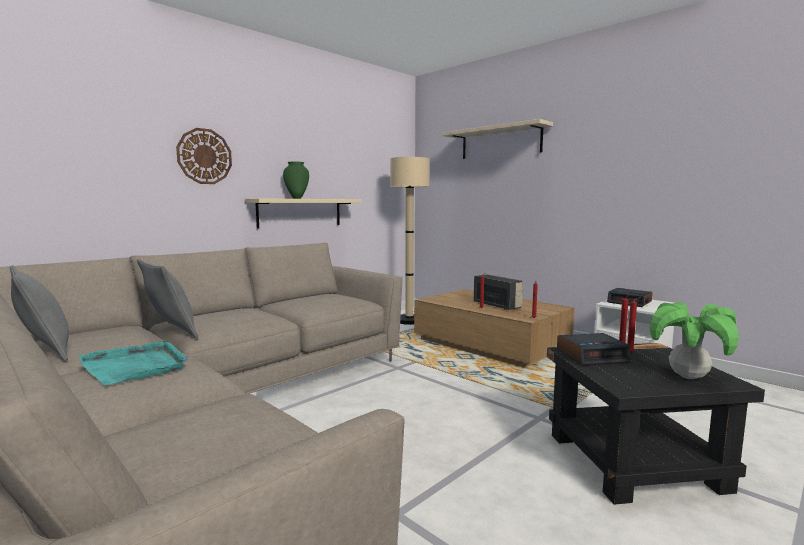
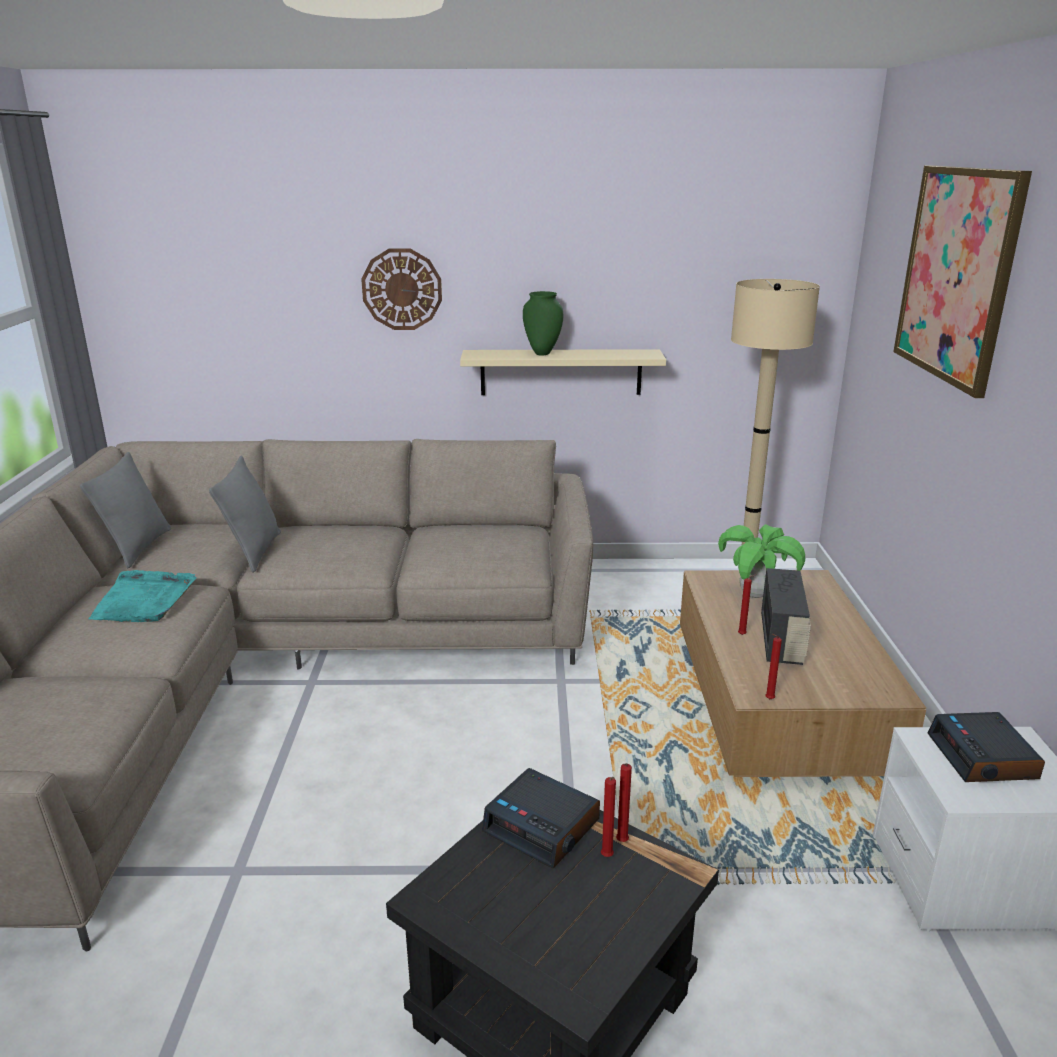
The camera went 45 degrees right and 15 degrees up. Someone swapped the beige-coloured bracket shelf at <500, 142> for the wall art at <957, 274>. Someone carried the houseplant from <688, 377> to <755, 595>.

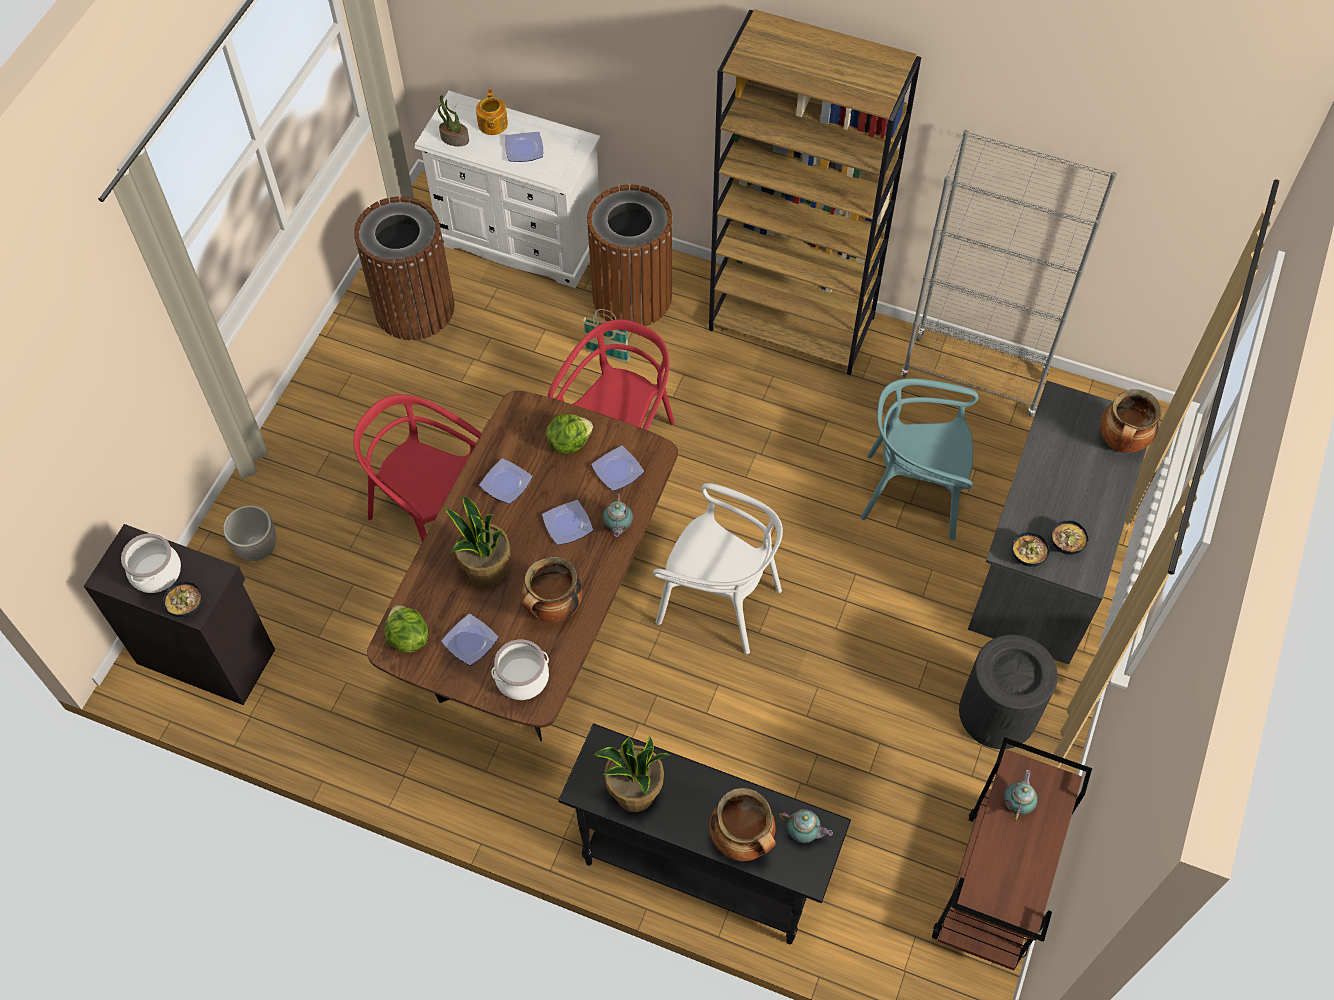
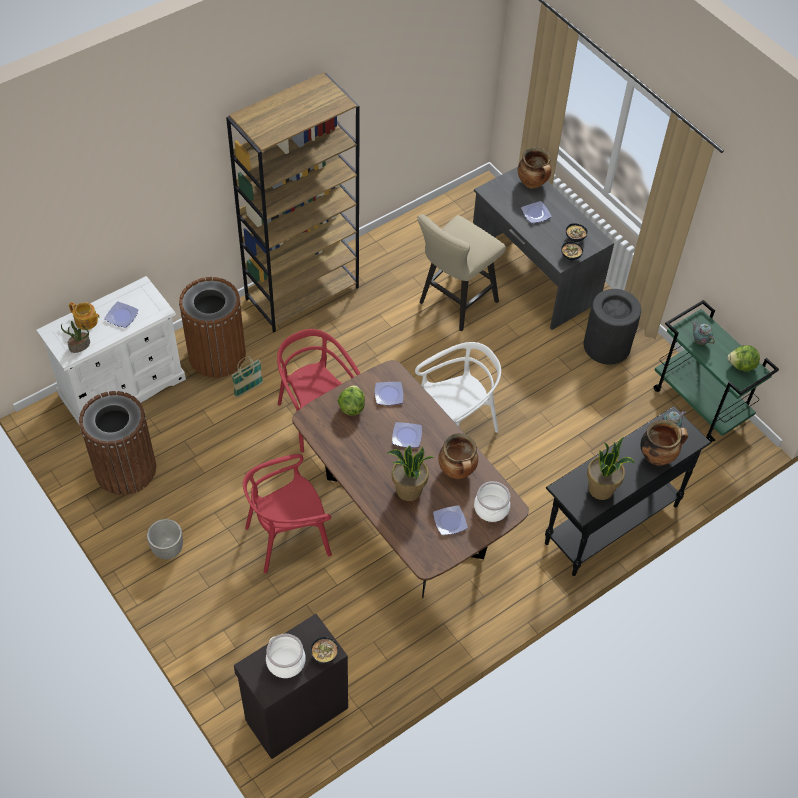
The camera went 60 degrees left and 5 degrees down. Someone took away the grey bookshelf at <974, 376>. Someone swapped the turquoise-coloured chair at <913, 492> for the beige-coloured sitting stool at <454, 304>. Someone carried the flat dish from <506, 482> to <535, 214>. Someone took away the tea pot at <618, 527>. Someone carried the flower pot from <257, 548> to <167, 550>. Someone carried the lettuce head from <408, 638> to <741, 366>. Someone repainted the brownish cart at <993, 890>, which became the greenish cart at <700, 404>.

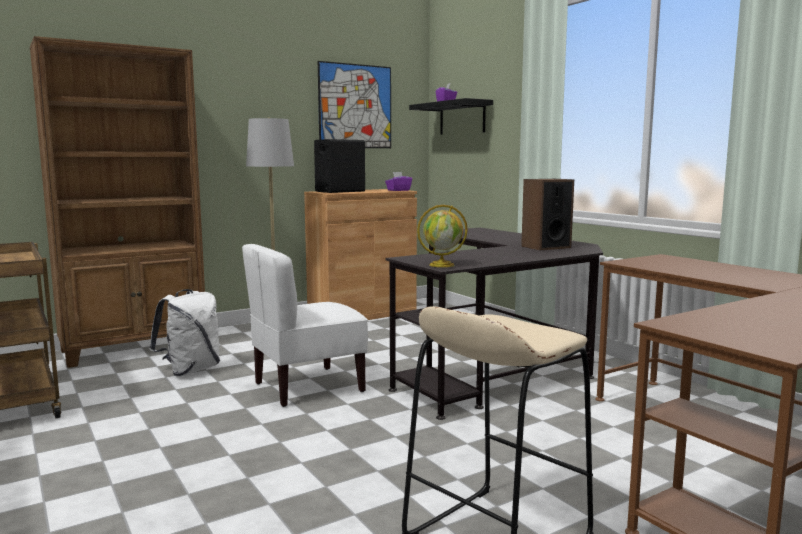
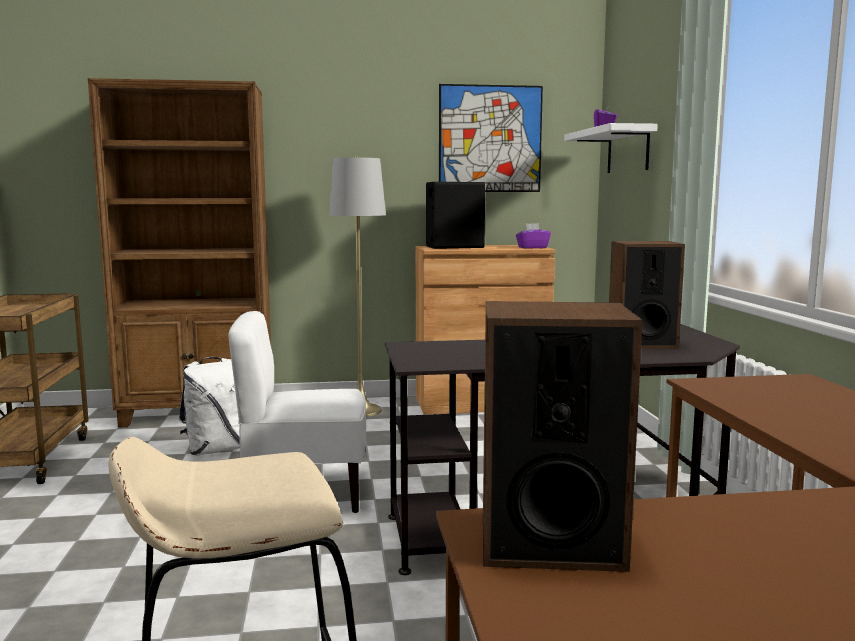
The camera went 25 degrees right and 0 degrees up. Someone repainted the blackish bracket shelf at <462, 118>, which became the white bracket shelf at <628, 150>. Someone took away the globe at <442, 265>. Someone put down the audio speaker at <549, 542>.

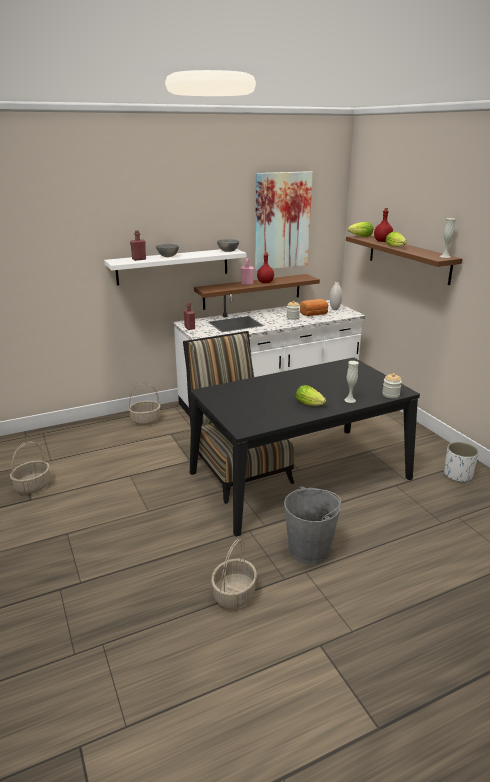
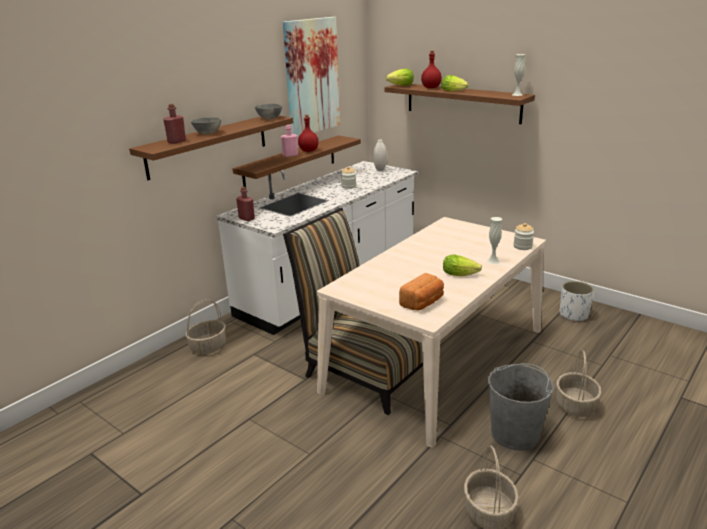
The camera went 25 degrees left and 0 degrees up. Someone repainted the white bracket shelf at <173, 266>, which became the brownish bracket shelf at <208, 145>. Someone carried the baked bread from <314, 314> to <423, 303>. Someone repainted the blackish dinner table at <300, 475>, which became the beige-coloured dinner table at <436, 359>. Someone carried the basket from <33, 486> to <575, 405>.

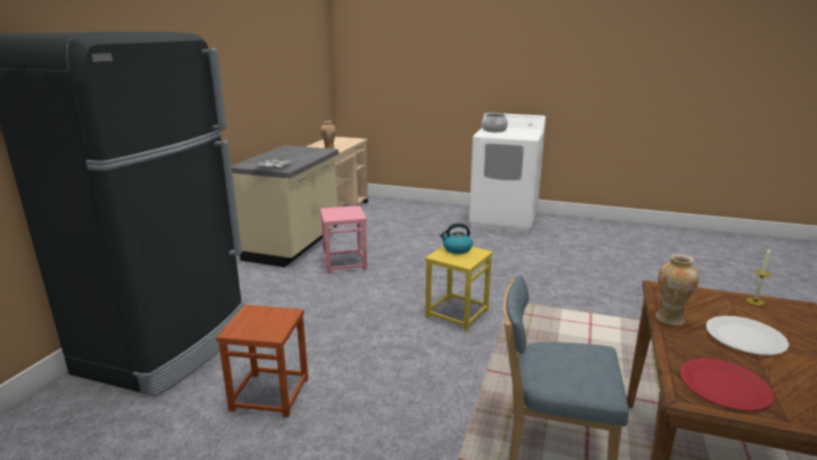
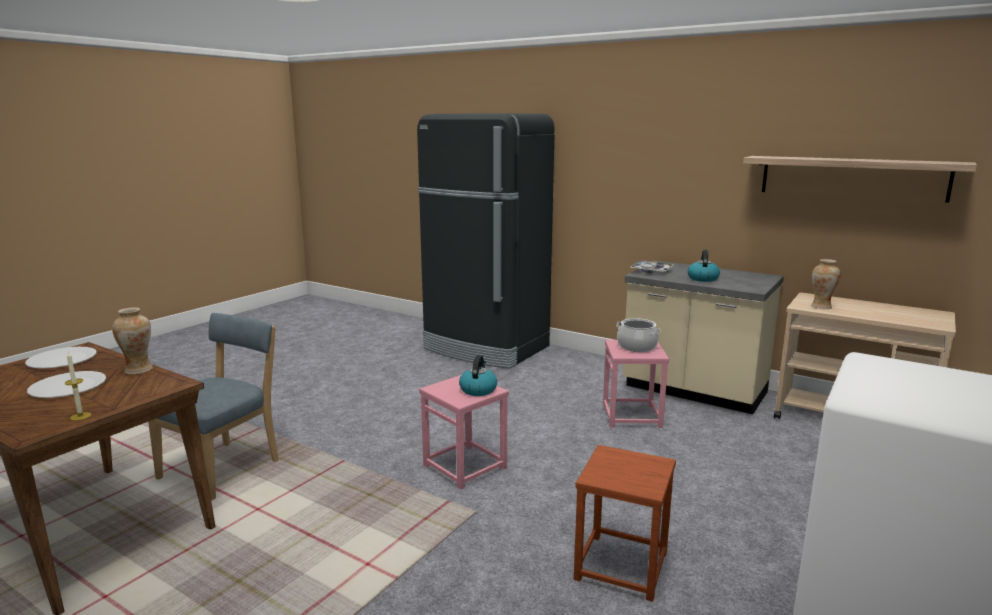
The camera went 105 degrees right and 5 degrees down. Someone carried the saucepot from <494, 130> to <636, 347>. Someone repainted the yellow sitting stool at <456, 313>, which became the pink sitting stool at <465, 466>. Someone carried the brownish sitting stool from <270, 394> to <622, 566>. Someone repainted the reddish flat dish at <724, 386>, which became the white flat dish at <62, 360>. Someone put up the bracket shelf at <852, 177>. Someone put down the tea kettle at <702, 278>.

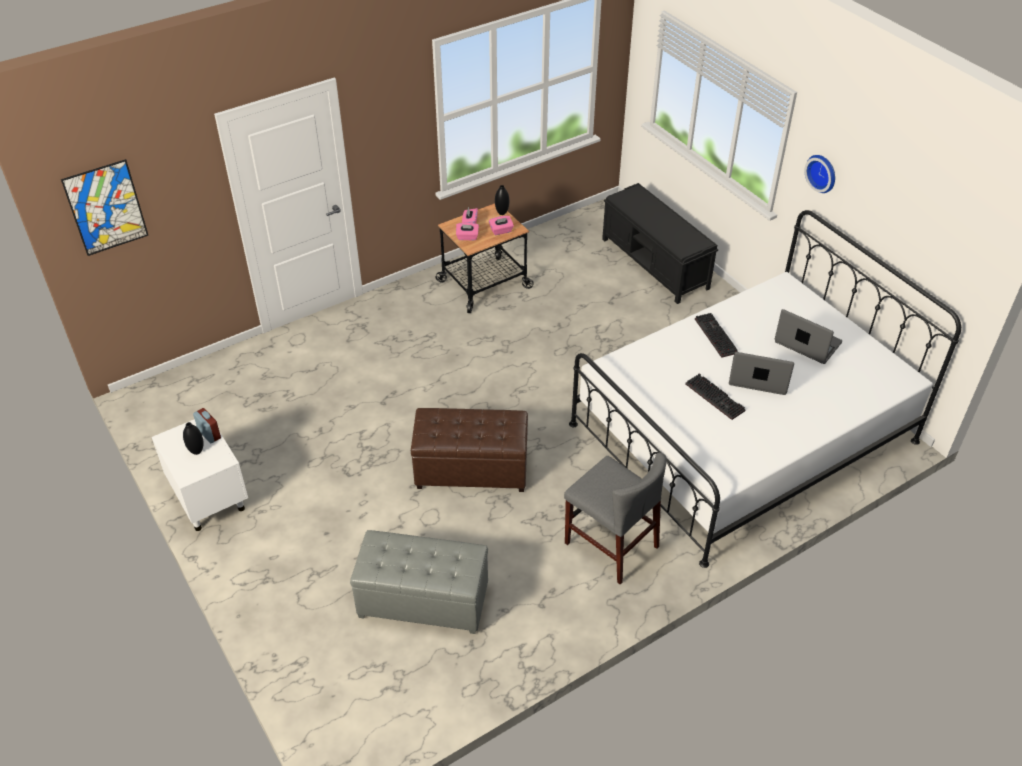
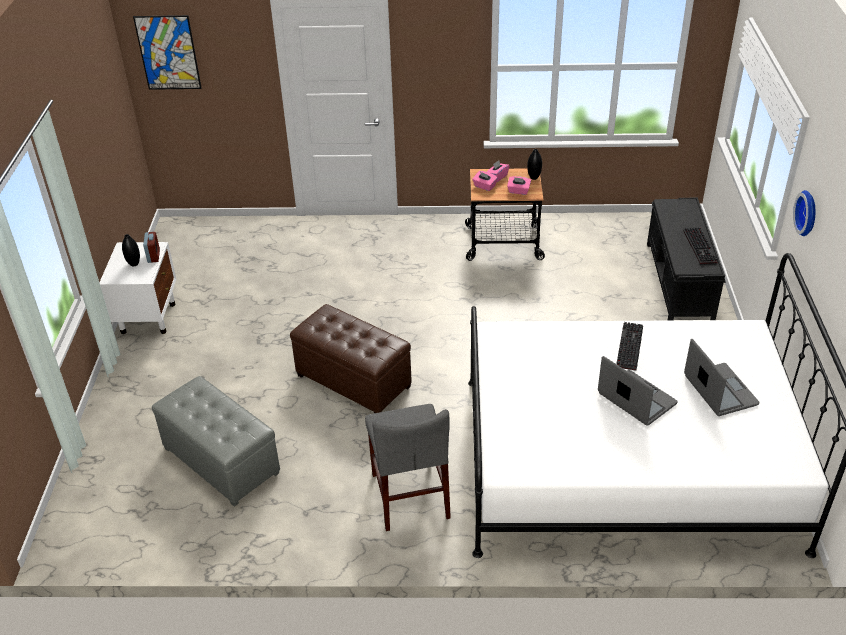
The camera went 35 degrees right and 5 degrees down. Someone carried the PC keyboard from <716, 397> to <701, 247>.

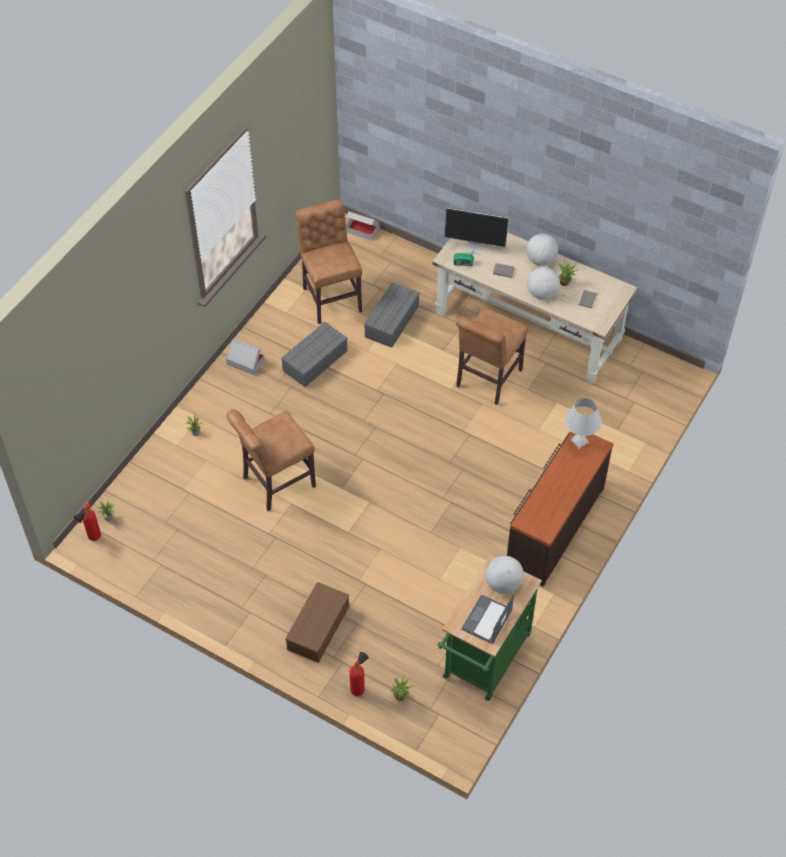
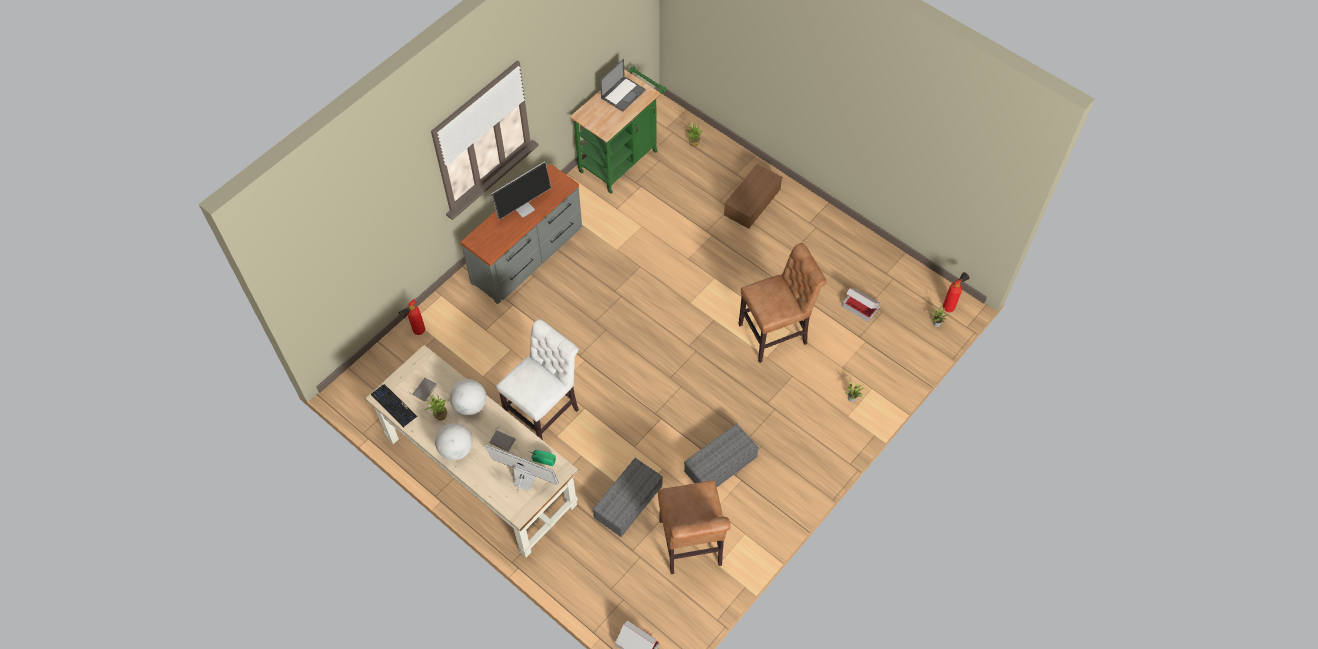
The camera went 170 degrees left and 5 degrees up. Someone repainted the brownish chair at <487, 380>, which became the white chair at <545, 412>. Someone carried the packing box from <245, 362> to <860, 307>. Someone took away the white lamp for a table at <579, 441>. Someone repainted the brownish drawer chest at <554, 526>, which became the grey drawer chest at <528, 255>. Someone took away the globe at <503, 584>. Someone carried the fire extinguisher from <359, 688> to <417, 332>. Someone put down the monitor at <524, 208>. Someone put down the PC keyboard at <394, 406>.

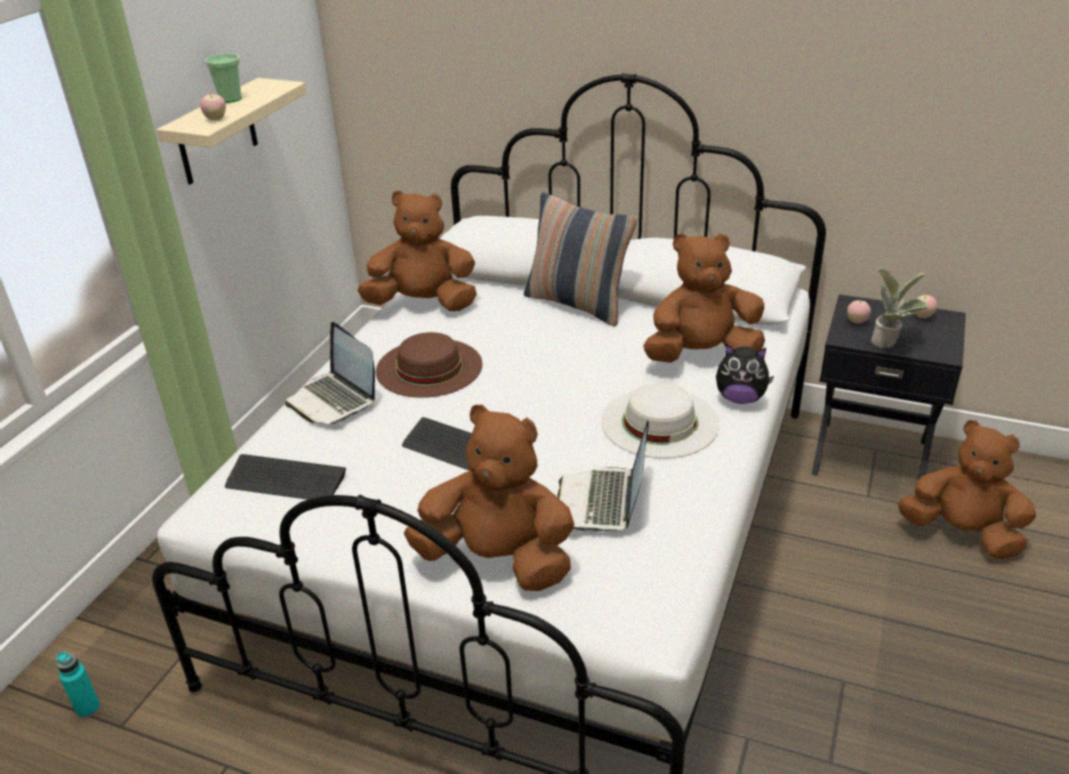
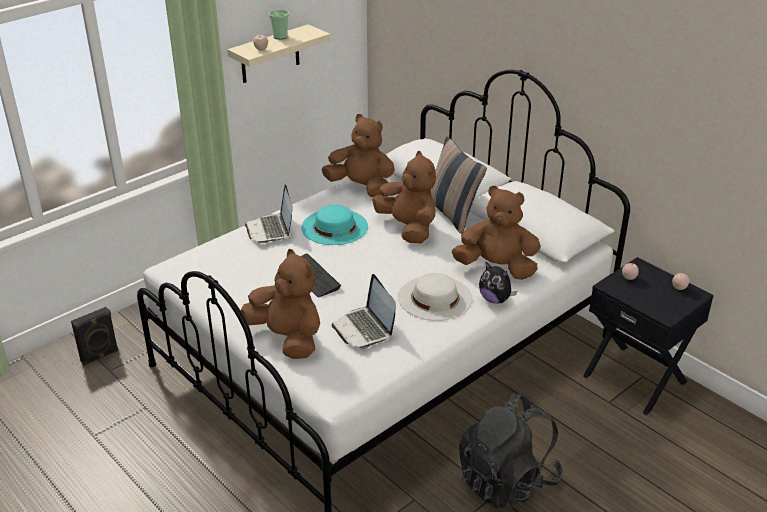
The camera went 25 degrees right and 0 degrees up. Someone took away the houseplant at <890, 342>. Someone repainted the brownish hat at <429, 367>, which became the turquoise-coloured hat at <334, 227>. Someone rotated the laptop at <603, 502> by 60 degrees counterclockwise. Someone carried the brownish cuddly toy from <961, 533> to <408, 228>. Someone took away the PC keyboard at <285, 480>. Someone swapped the turquoise-coloured bottle at <88, 708> for the blackish audio speaker at <100, 356>. Someone put down the blackish rucksack at <507, 481>.

